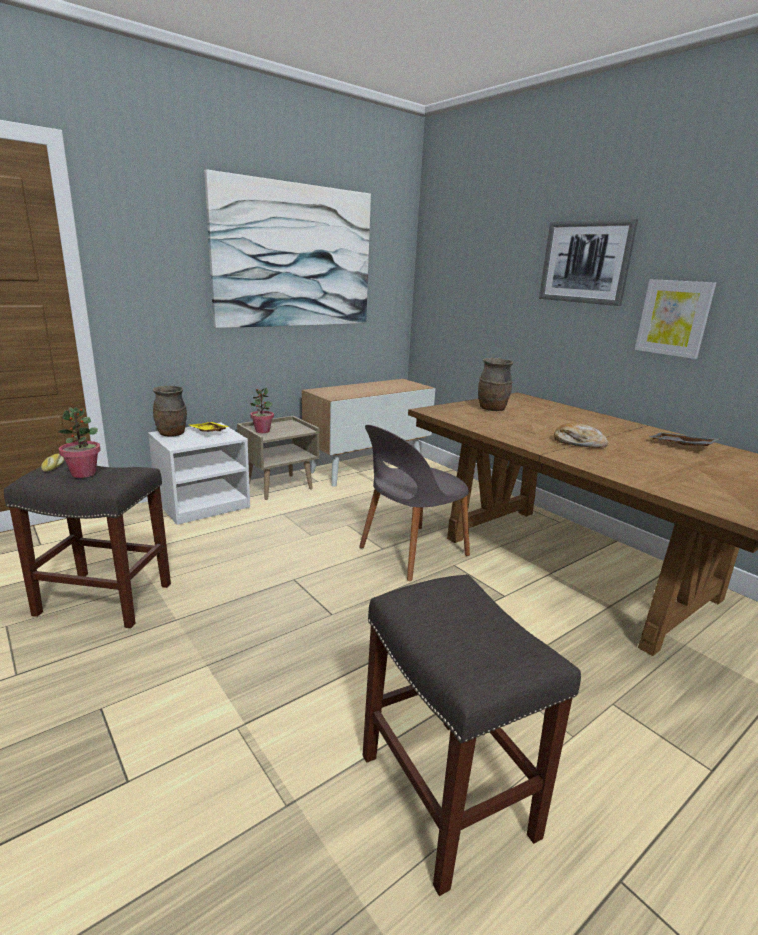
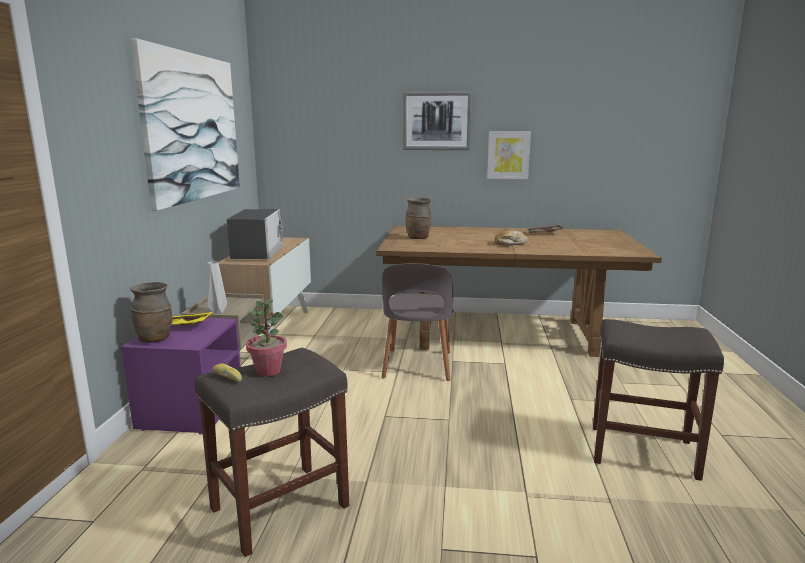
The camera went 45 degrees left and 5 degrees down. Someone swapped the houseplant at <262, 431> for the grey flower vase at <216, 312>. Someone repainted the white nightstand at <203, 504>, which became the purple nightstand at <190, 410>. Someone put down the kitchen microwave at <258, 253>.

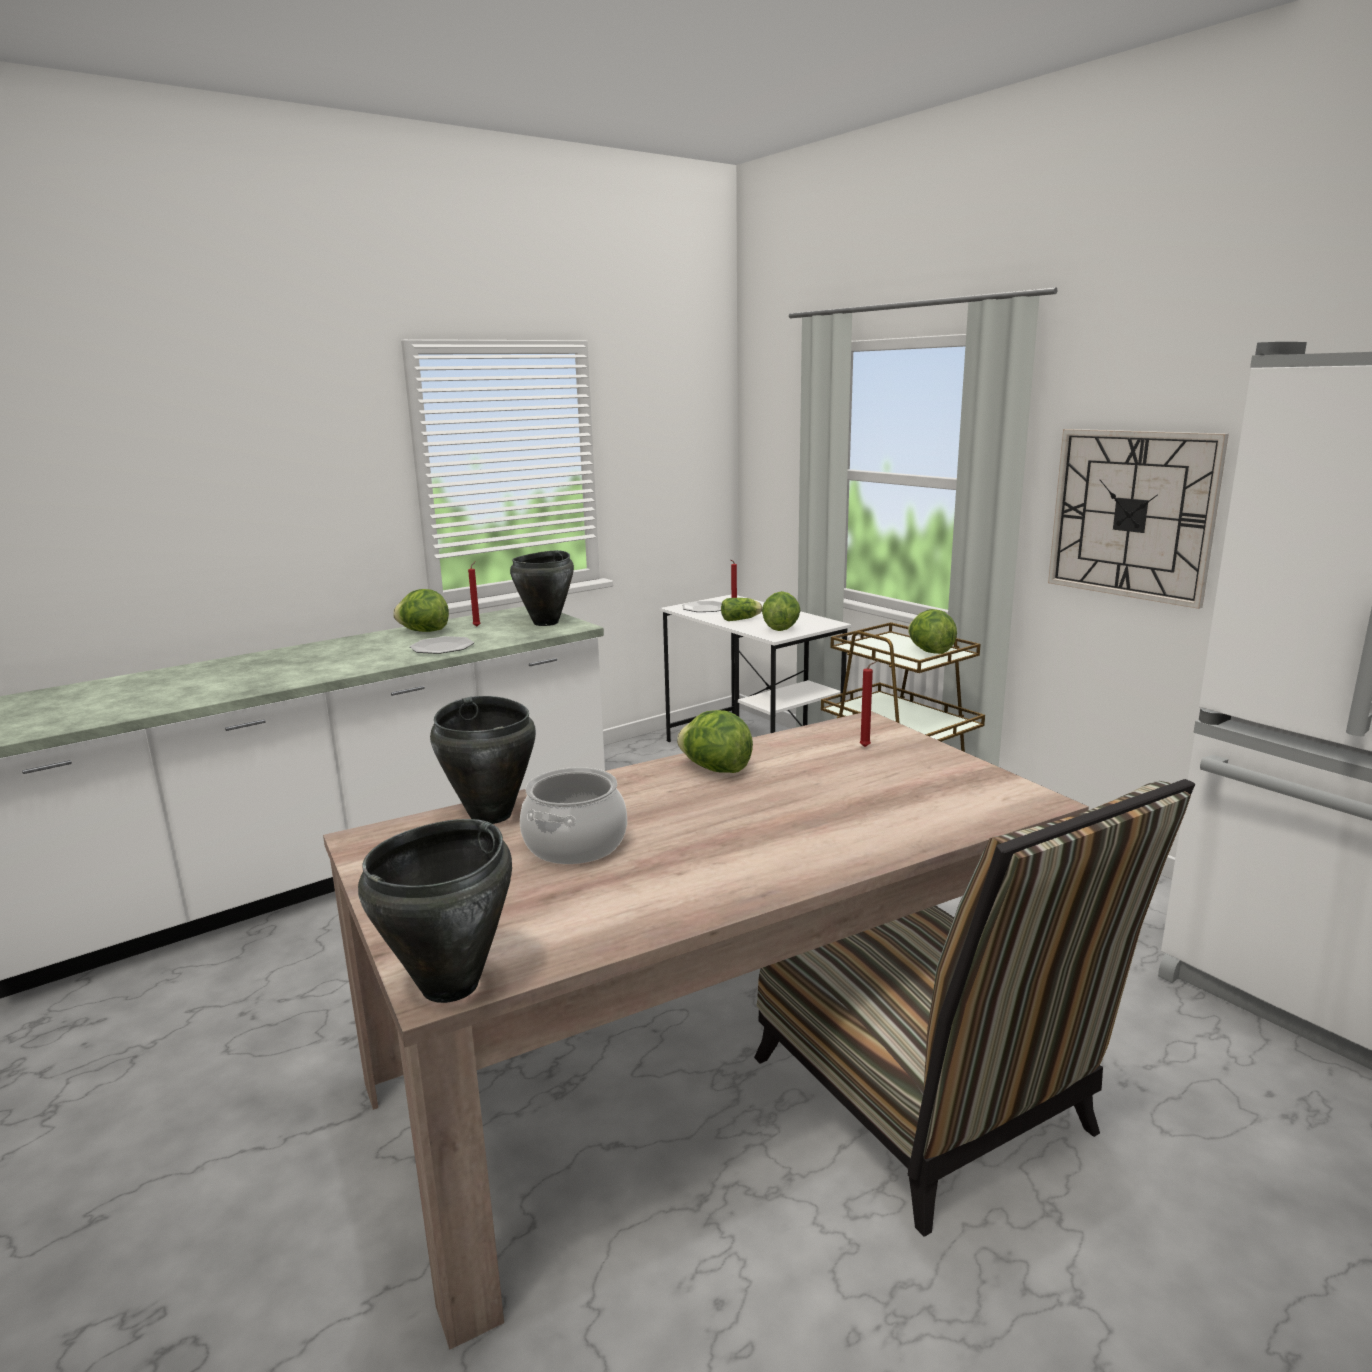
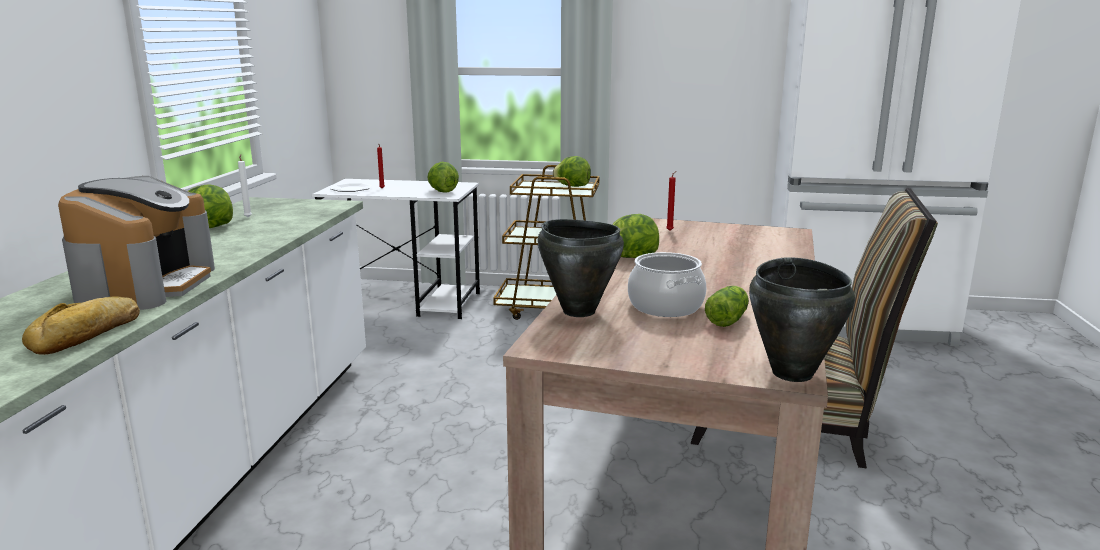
The camera went 45 degrees left and 0 degrees up. Someone took away the clock on the wall at <1132, 514>. Someone took away the blackish saucepot at <546, 623>. Someone repainted the reddish wax light at <477, 626>, which became the white wax light at <248, 217>. Someone carried the lettuce head from <742, 619> to <728, 319>. Someone took away the flat dish at <442, 647>. Someone put down the coffee brewer at <146, 285>. Someone put down the baked bread at <89, 334>.

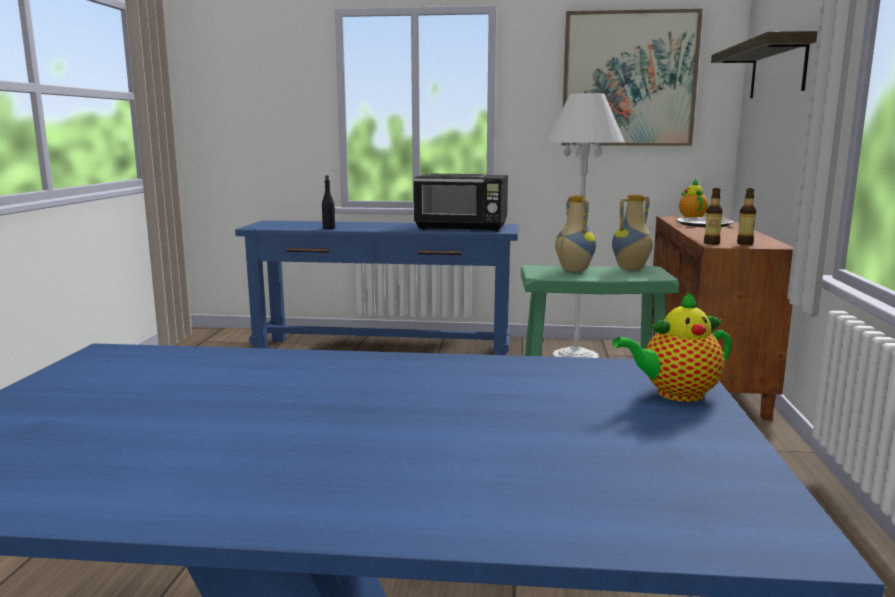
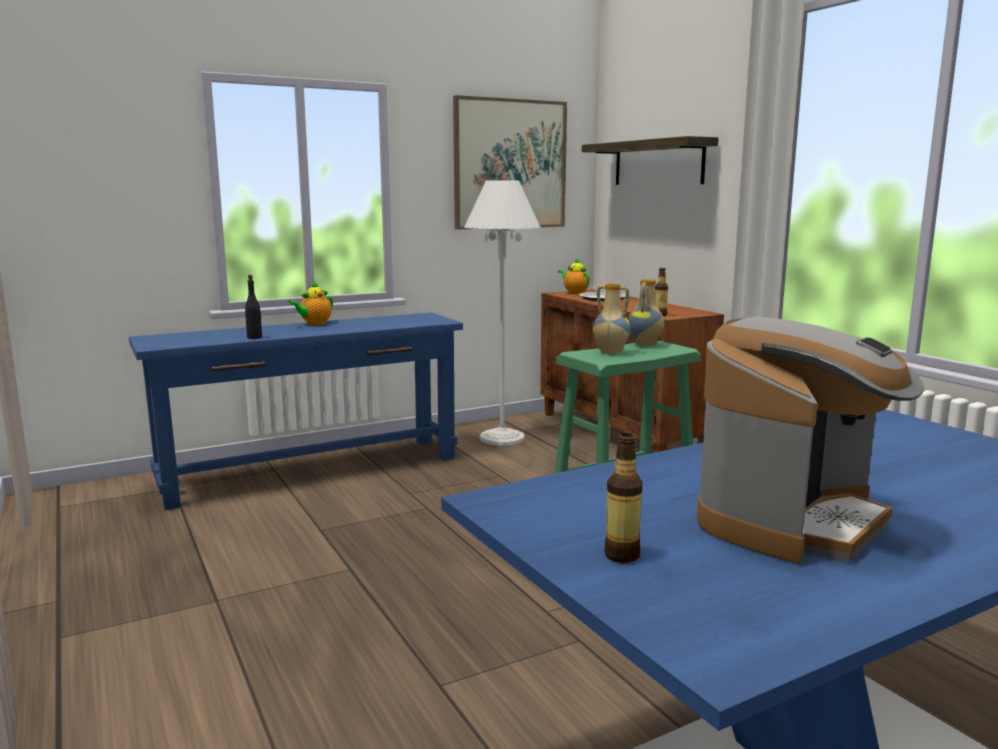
The camera went 35 degrees left and 0 degrees up. Someone took away the blackish kitchen microwave at <462, 228>. Someone carried the bottle from <745, 243> to <622, 555>. Someone carried the tea pot from <675, 394> to <314, 324>. Someone put down the coffee brewer at <793, 521>.

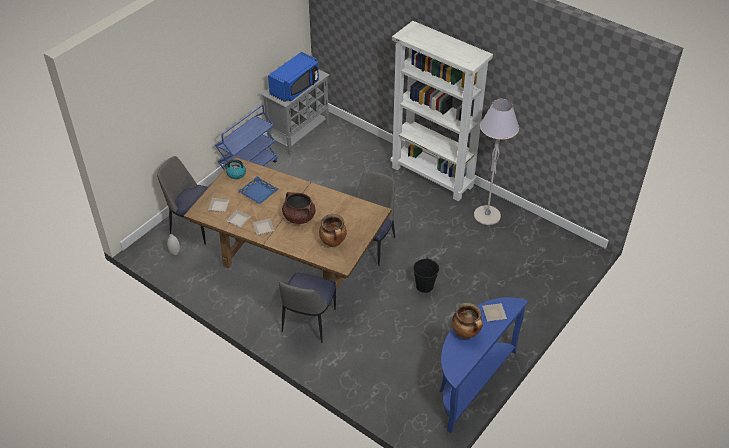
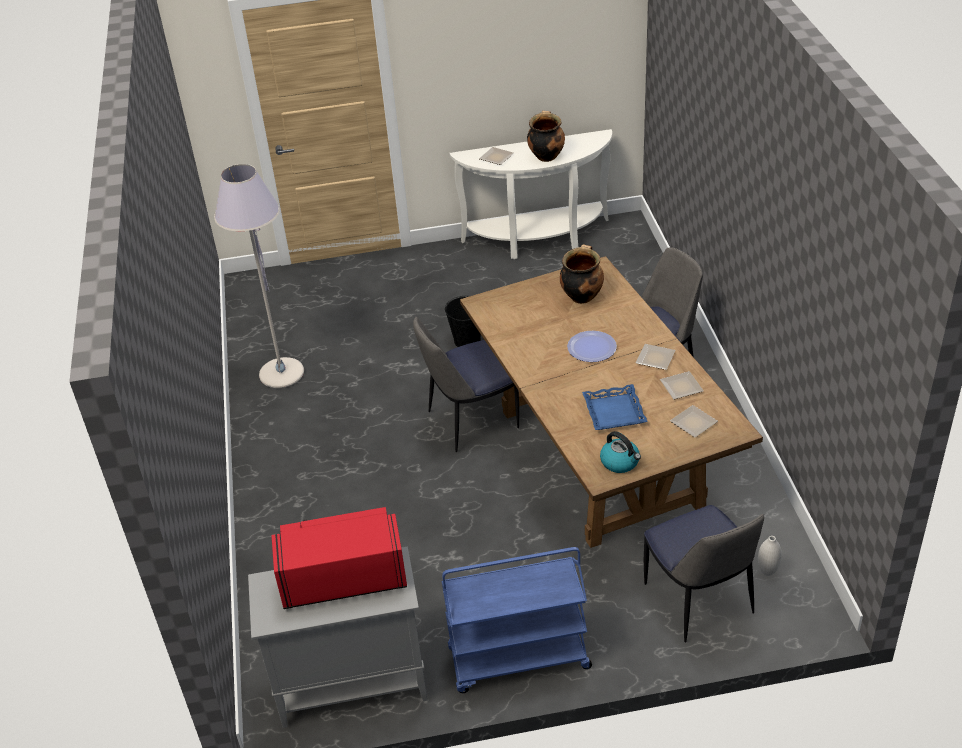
The camera went 135 degrees left and 5 degrees down. Someone took away the white bookshelf at <433, 177>. Someone repainted the bluish kitchen microwave at <296, 88>, which became the reddish kitchen microwave at <343, 578>. Someone swapped the brownish saucepot at <299, 217> for the flat dish at <592, 347>. Someone repainted the bluish narrow table at <470, 383>, which became the white narrow table at <538, 240>.

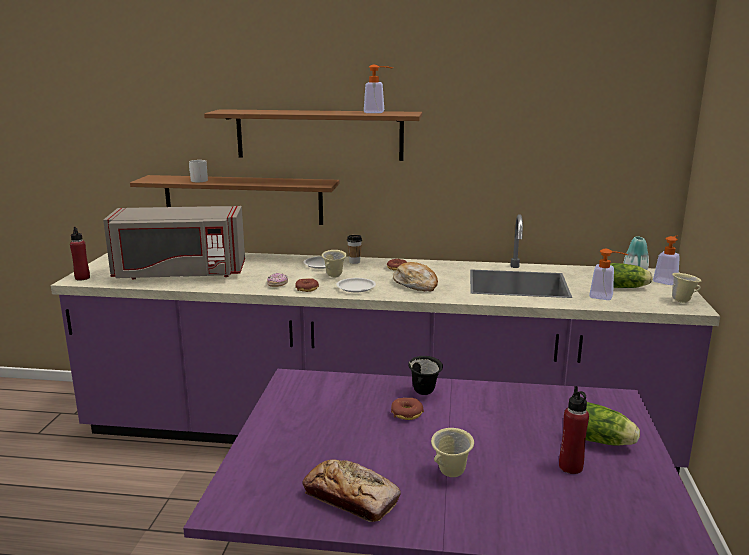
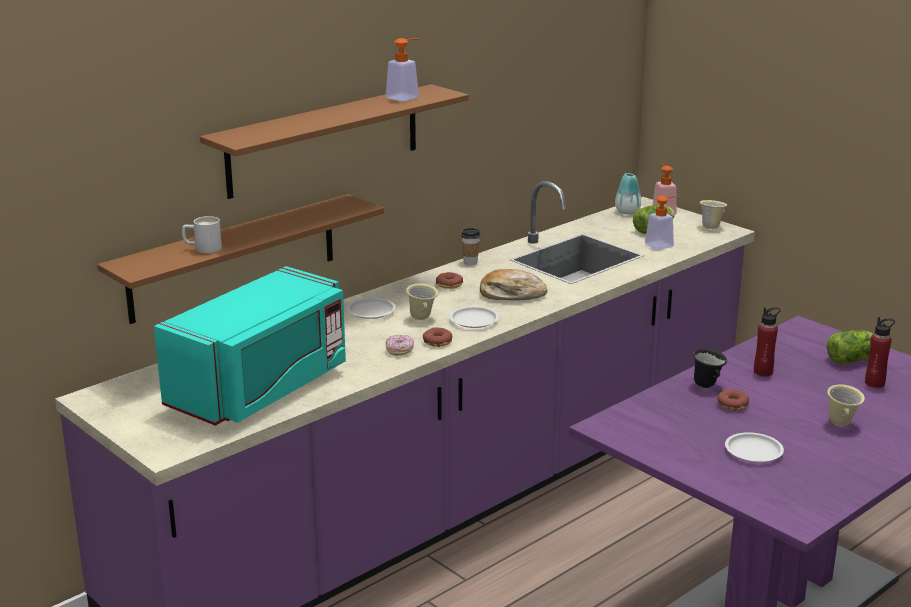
The camera went 50 degrees left and 5 degrees up. Someone repainted the grey kitchen microwave at <179, 274>, which became the turquoise-coloured kitchen microwave at <261, 388>. Someone carried the reddish bottle from <82, 278> to <763, 372>. Someone carried the small cup from <354, 262> to <470, 262>. Someone took away the baked bread at <351, 498>. Someone put down the white flat dish at <754, 452>.

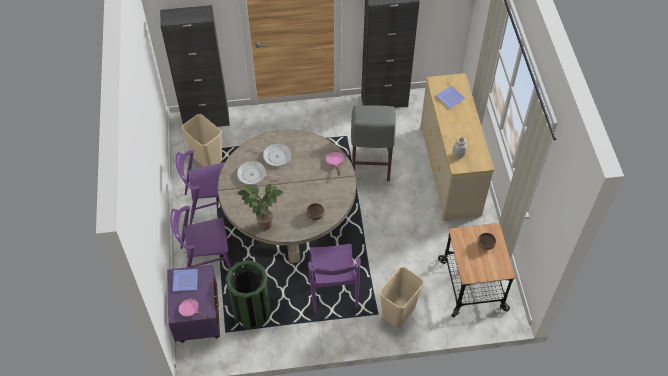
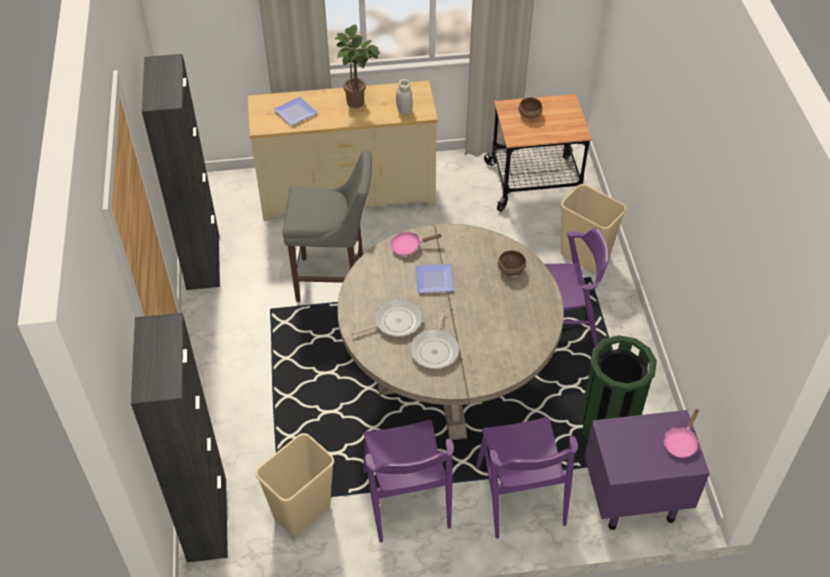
The camera went 90 degrees left and 5 degrees down. Someone rotated the skillet at <275, 156> by 45 degrees clockwise. Someone carried the houseplant from <263, 226> to <357, 103>. Someone carried the flat dish from <186, 281> to <435, 278>.

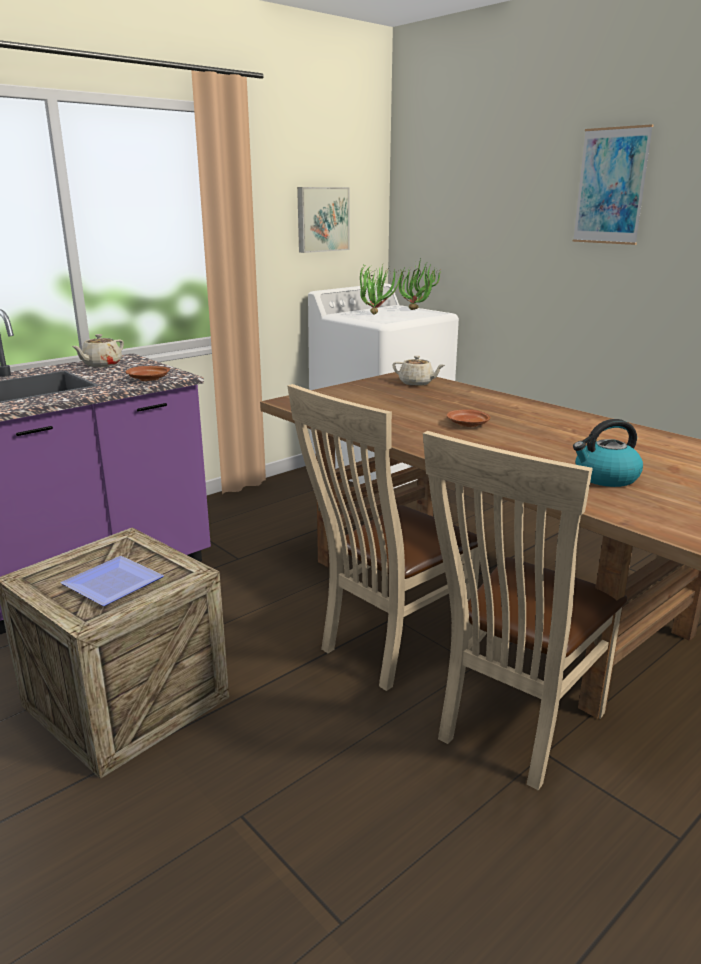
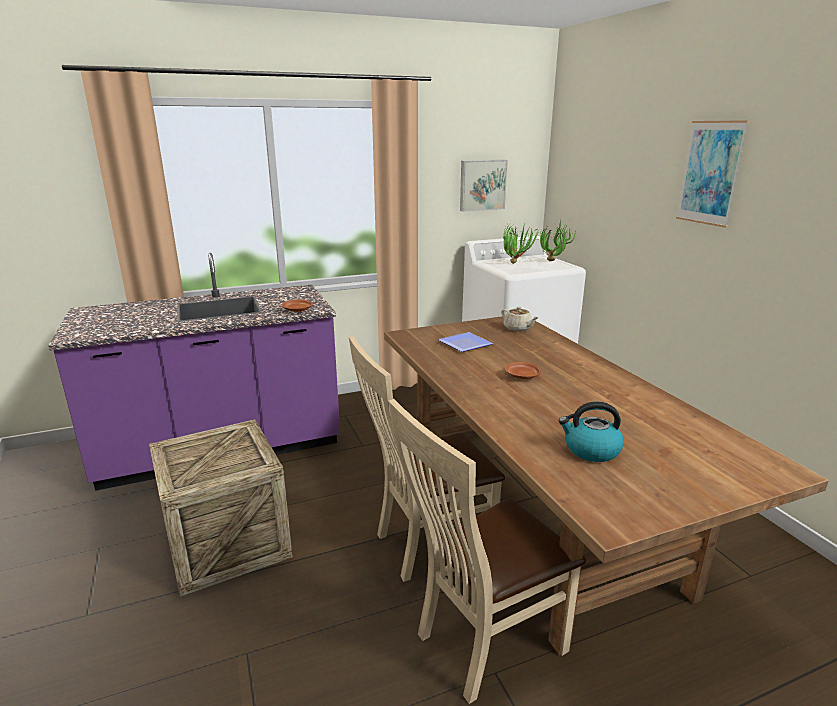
The camera went 20 degrees right and 0 degrees up. Someone took away the beige-coloured tea pot at <101, 365>. Someone carried the flat dish from <109, 584> to <463, 344>.

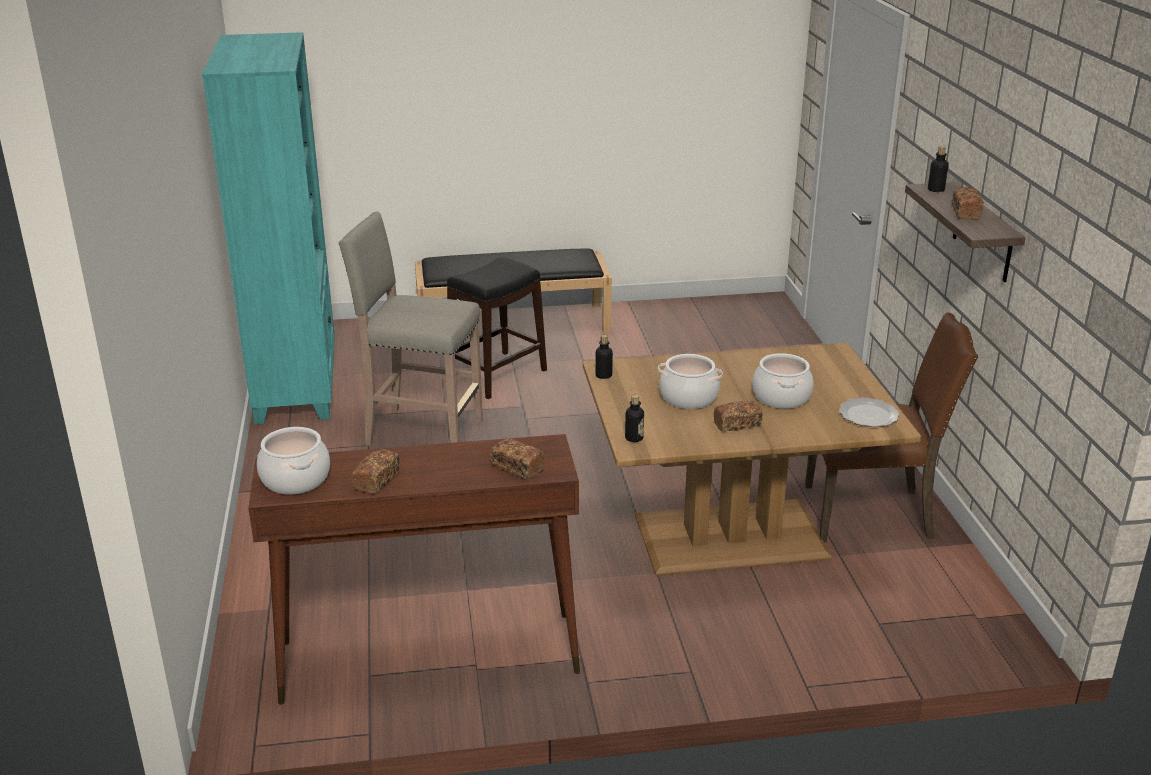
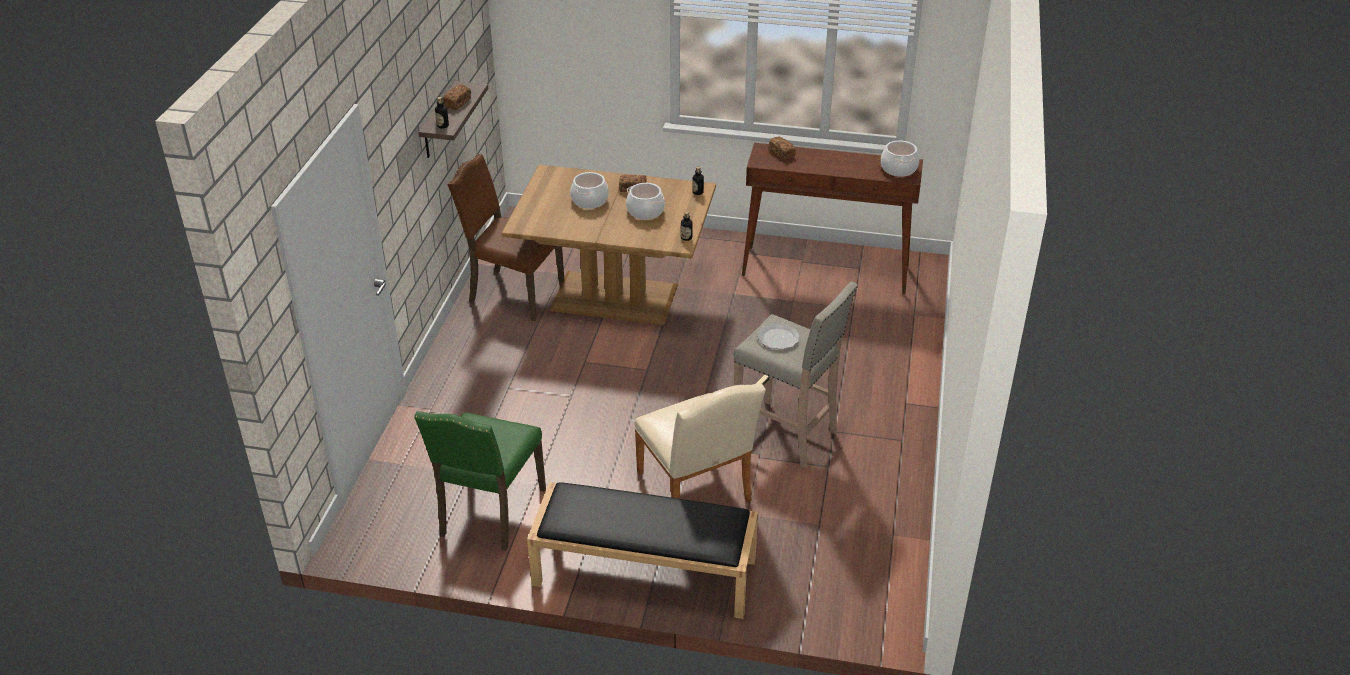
The camera went 160 degrees left and 10 degrees up. Someone took away the turquoise-coloured bookshelf at <297, 385>. Someone swapped the blackish sitting stool at <496, 375> for the beige-coloured chair at <697, 491>. Someone carried the flat dish from <869, 415> to <777, 338>. Someone took away the baked bread at <377, 480>. Someone put down the greenish chair at <489, 513>.

